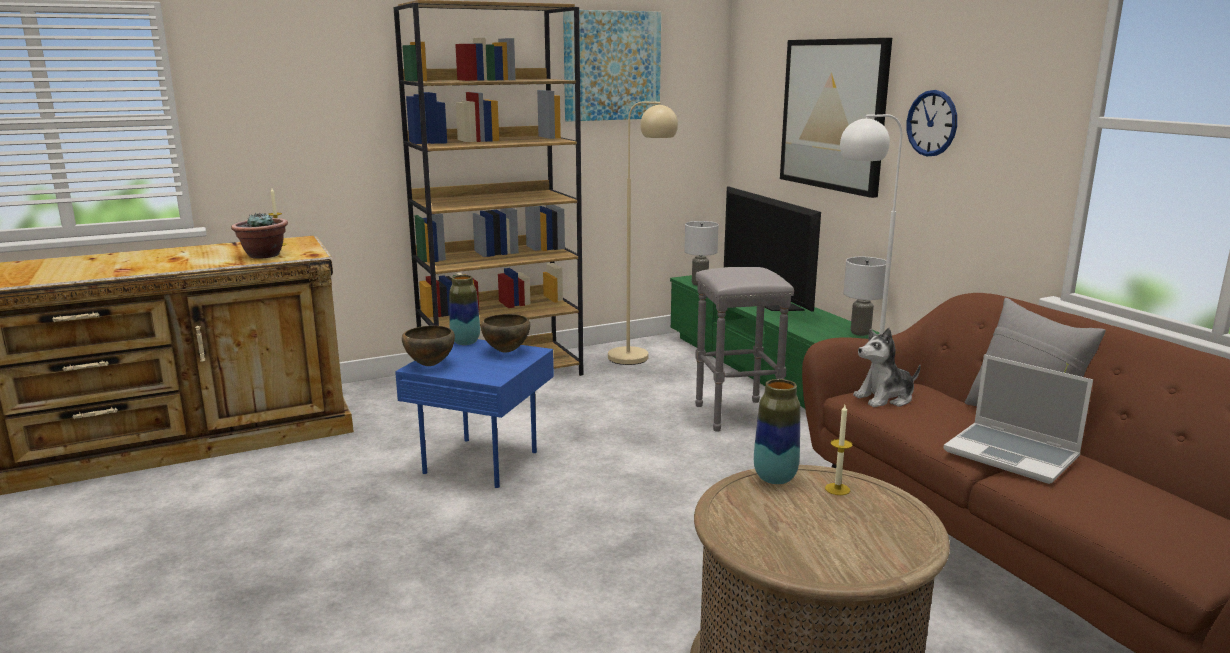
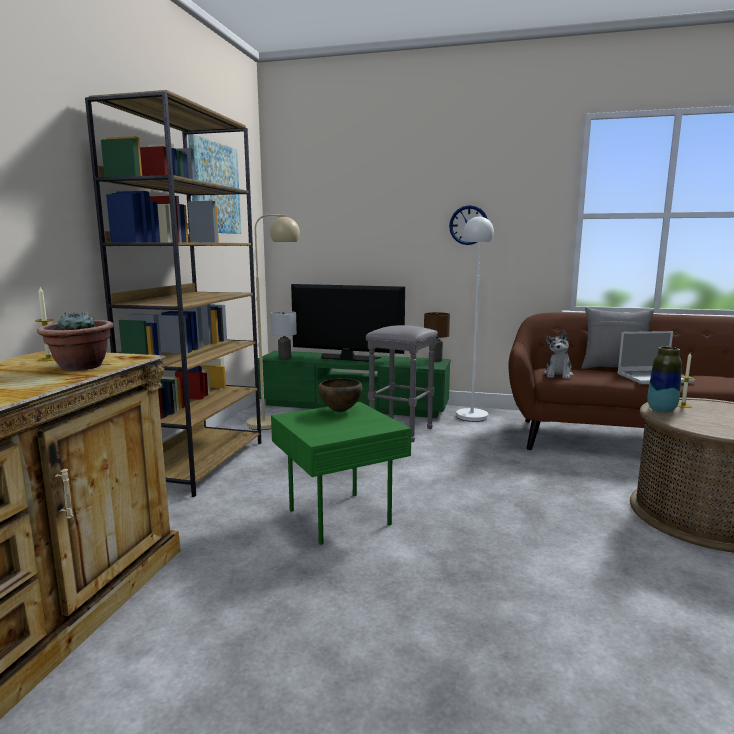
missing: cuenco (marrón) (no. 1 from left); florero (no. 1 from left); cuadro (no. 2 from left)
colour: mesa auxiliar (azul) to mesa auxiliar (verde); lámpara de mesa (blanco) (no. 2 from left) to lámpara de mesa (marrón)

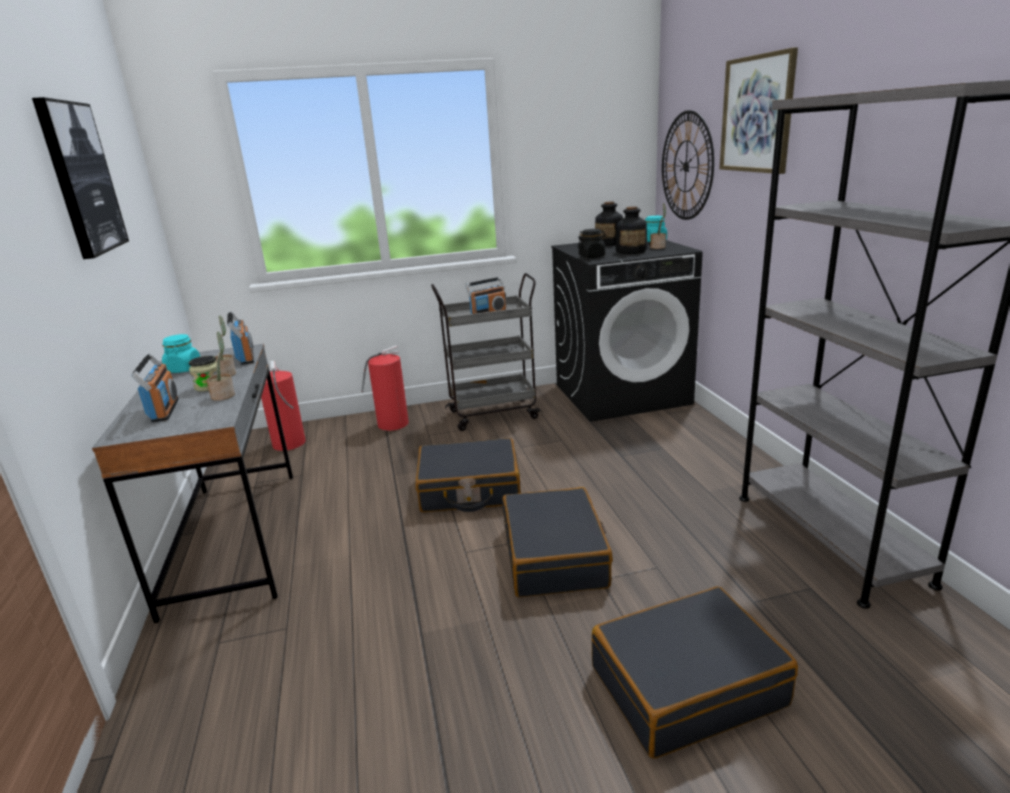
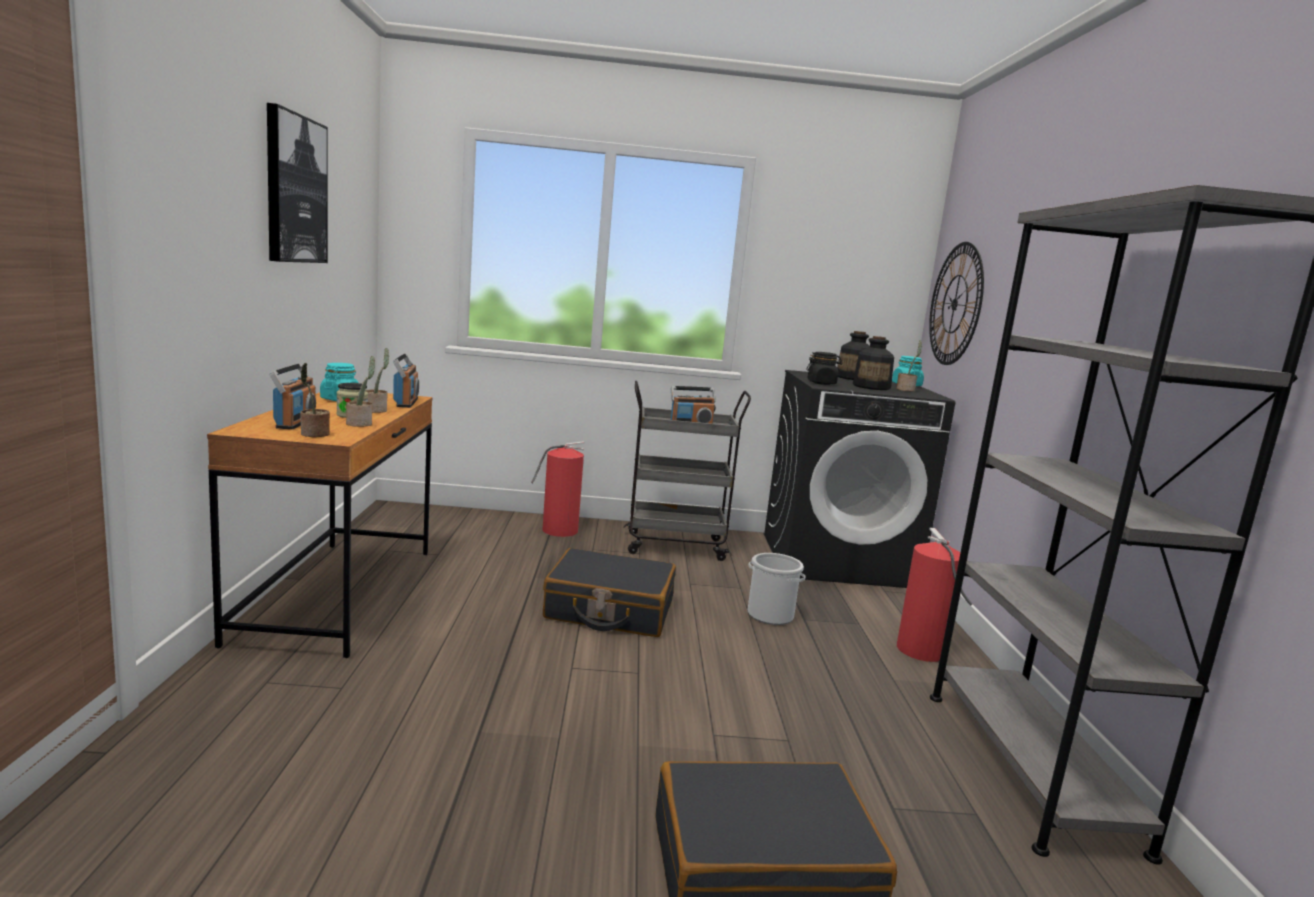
missing: maleta (negro) (no. 2 from left); cuadro (no. 2 from left)
appeared: planta en maceta (no. 1 from left); cubo
relocated: extintor (no. 1 from left in the first image) to extintor (no. 2 from left)
colour: escritorio (gris) to escritorio (marrón)

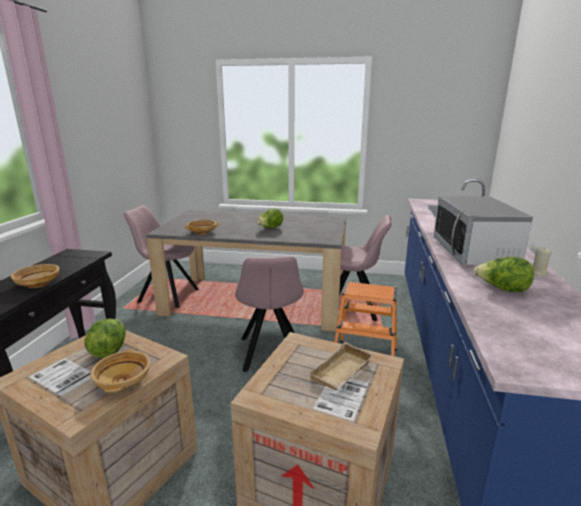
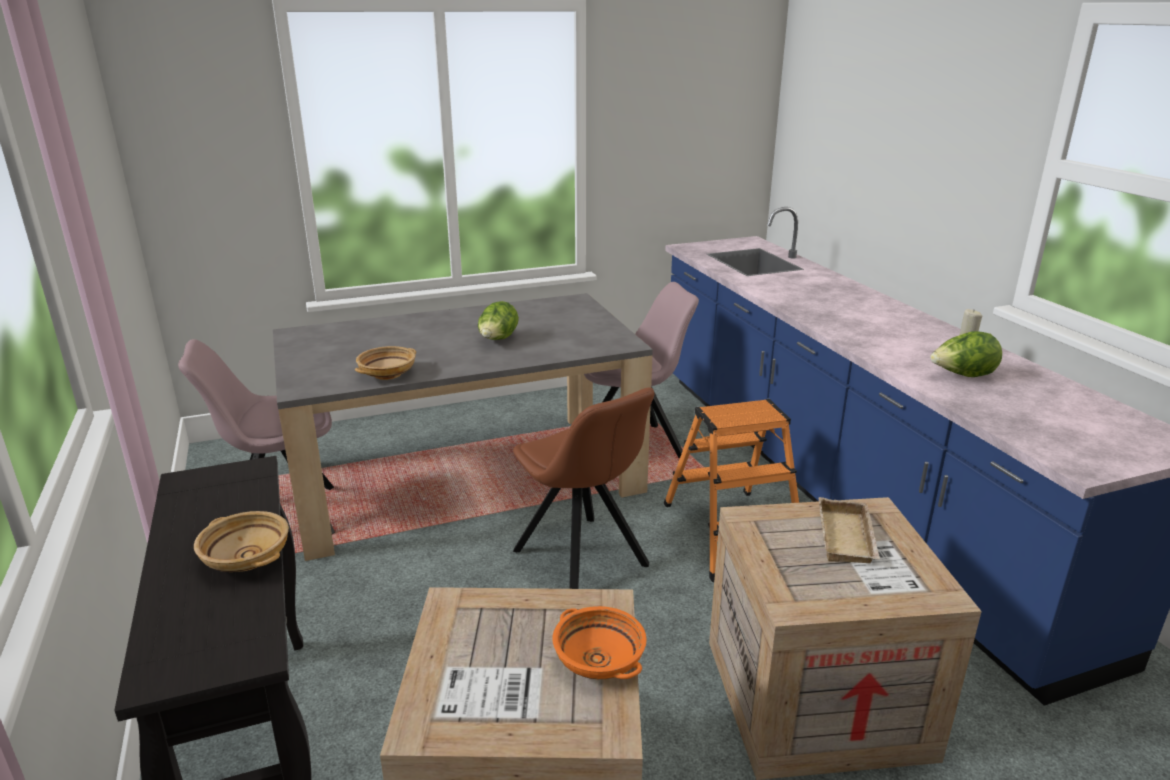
missing: lechuga (no. 1 from left); microondas
colour: silla (rosa) (no. 2 from left) to silla (marrón); cuenco (beis) (no. 2 from left) to cuenco (naranja)

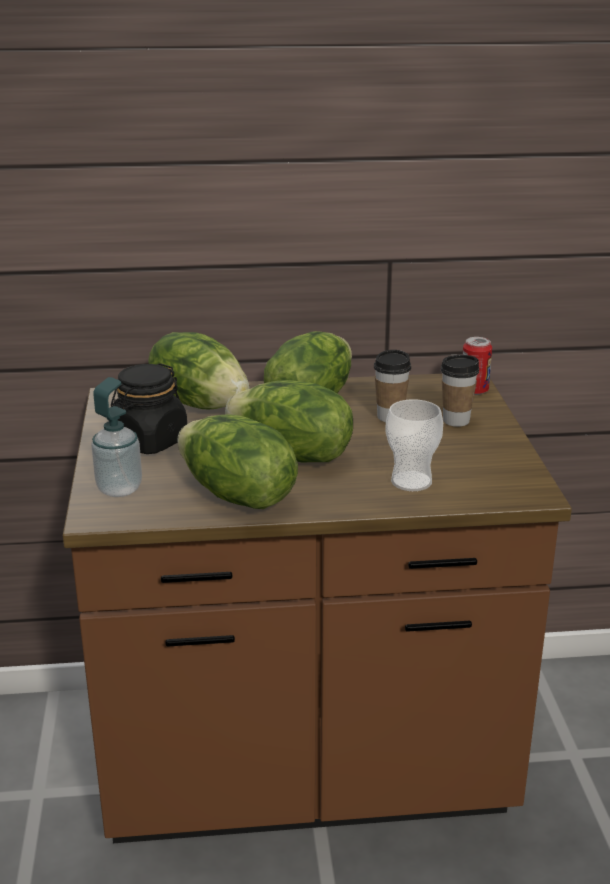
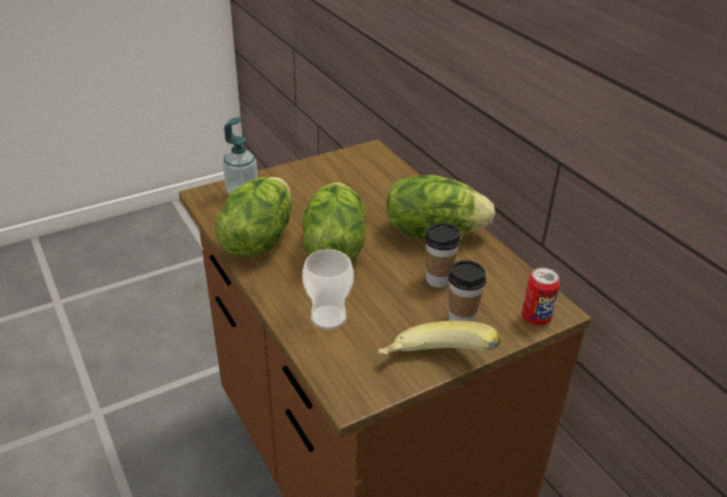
missing: tarro (negro); lechuga (no. 1 from left)
appeared: plátano

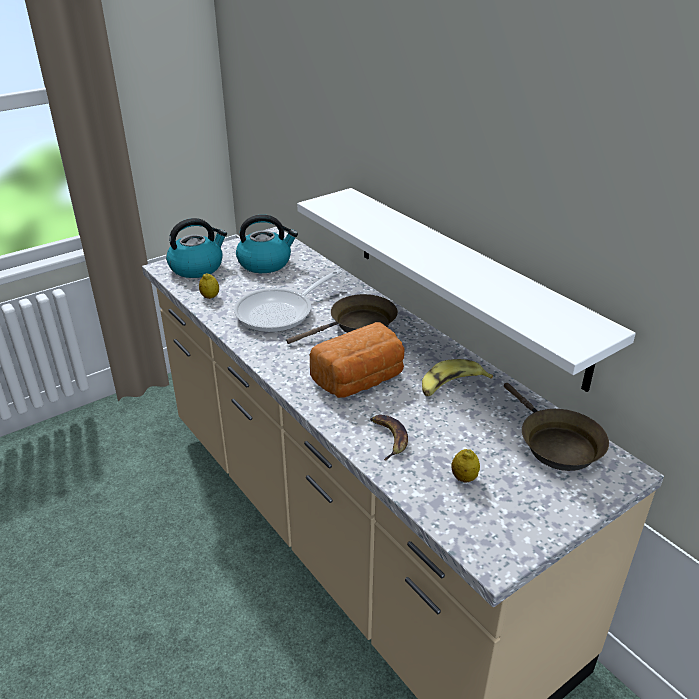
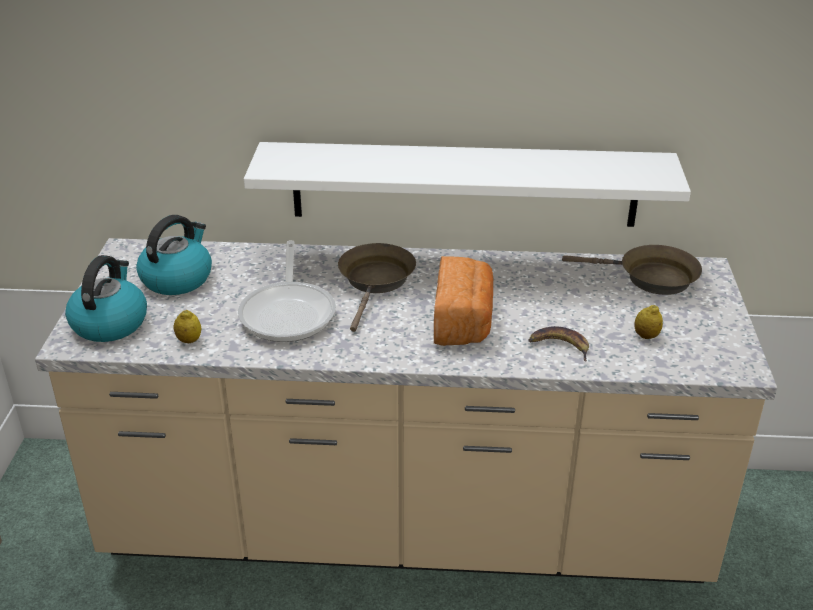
missing: plátano (no. 2 from left)

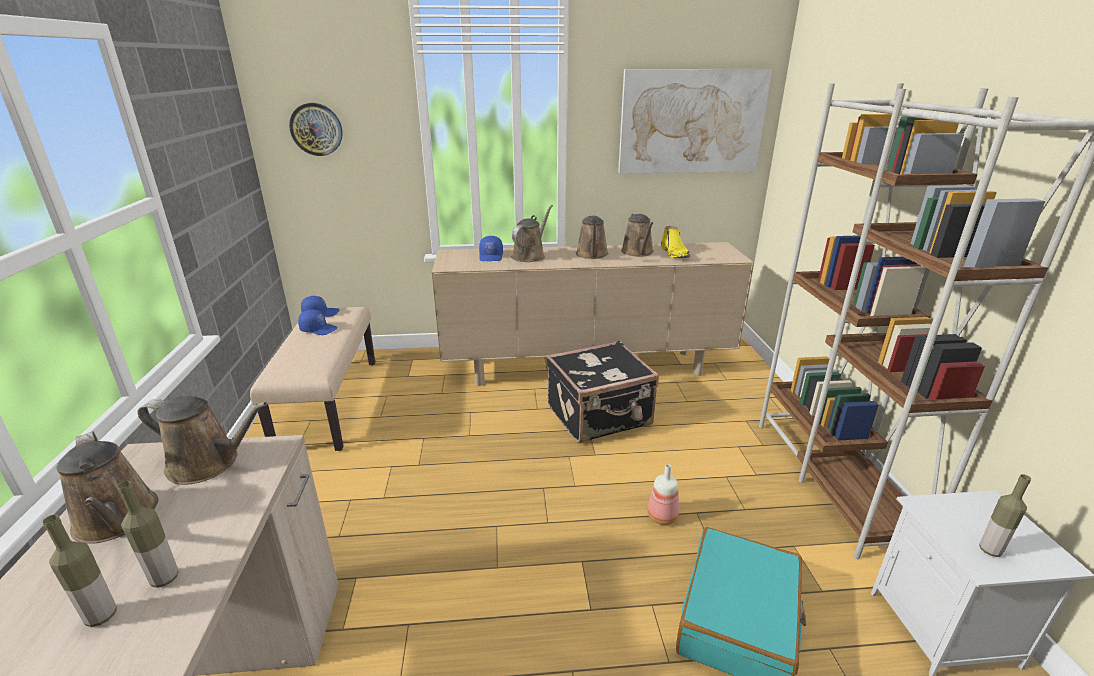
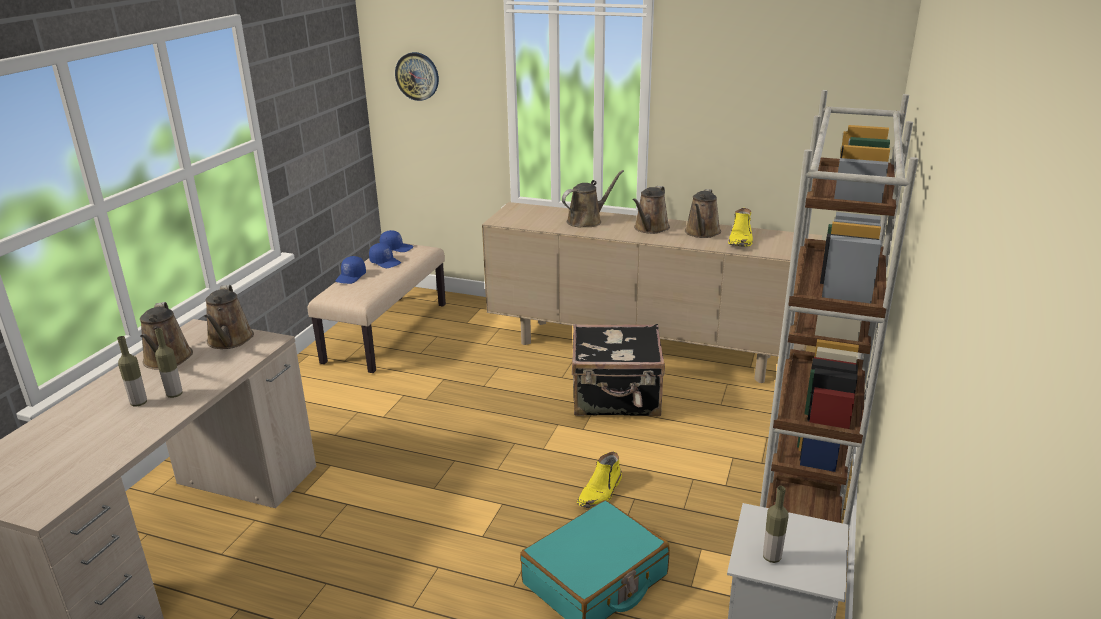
missing: cuadro
relocated: gorra (azul) (no. 3 from left in the first image) to gorra (azul) (no. 1 from left)
exchanged: botella (no. 3 from left) to bota (amarillo) (no. 1 from left)
spun: regadera (marrón) (no. 2 from left) 45 degrees clockwise

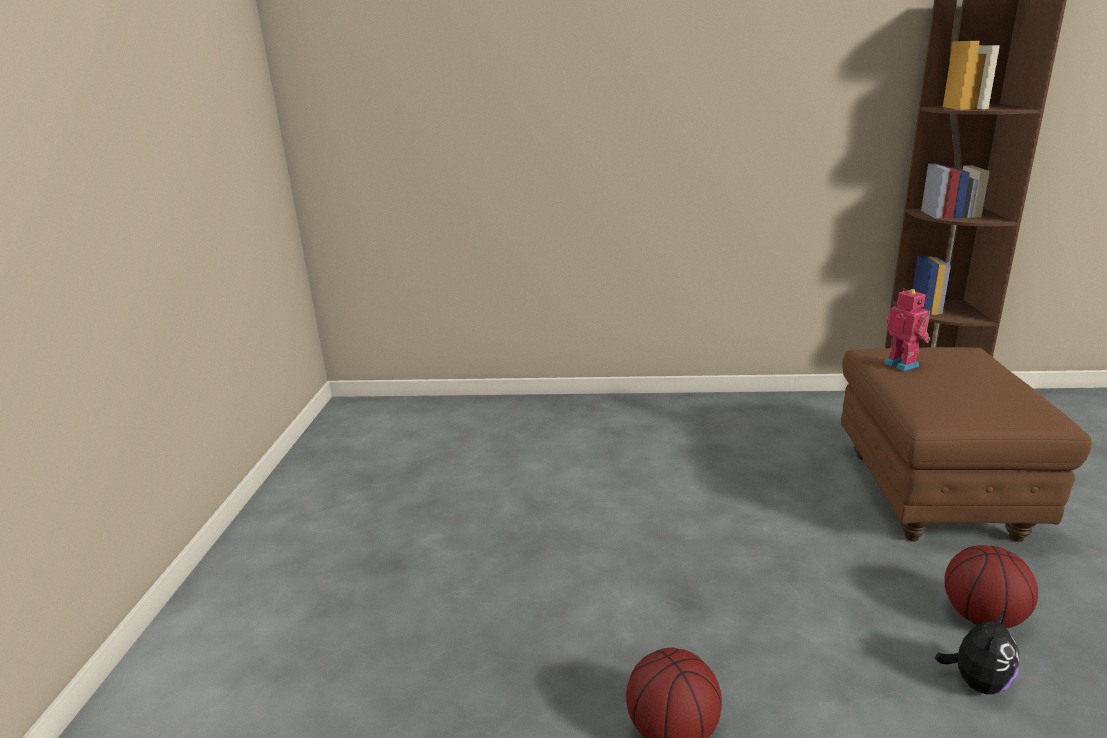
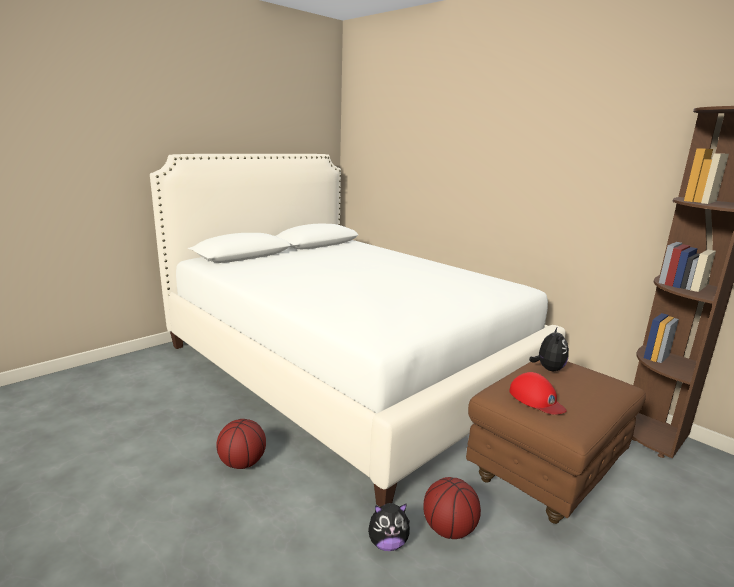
appeared: cama (blanco); gorra (rojo)
exchanged: robot de juguete to peluche (no. 2 from left)

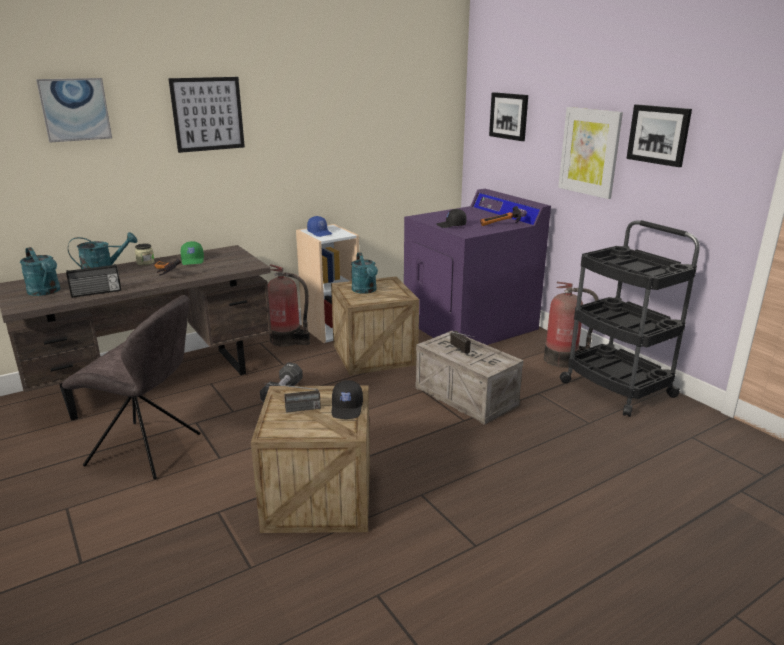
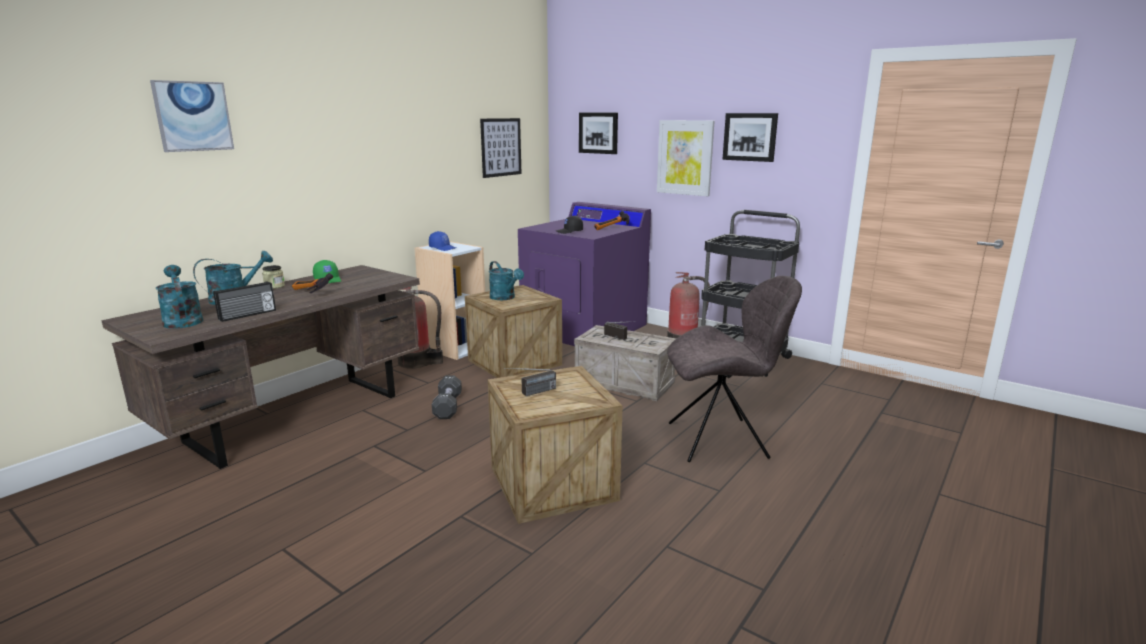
missing: gorra (negro) (no. 1 from left)
relocated: cuadro (no. 2 from left); silla (gris)
spun: regadera (turquesa) (no. 1 from left) 150 degrees counterclockwise

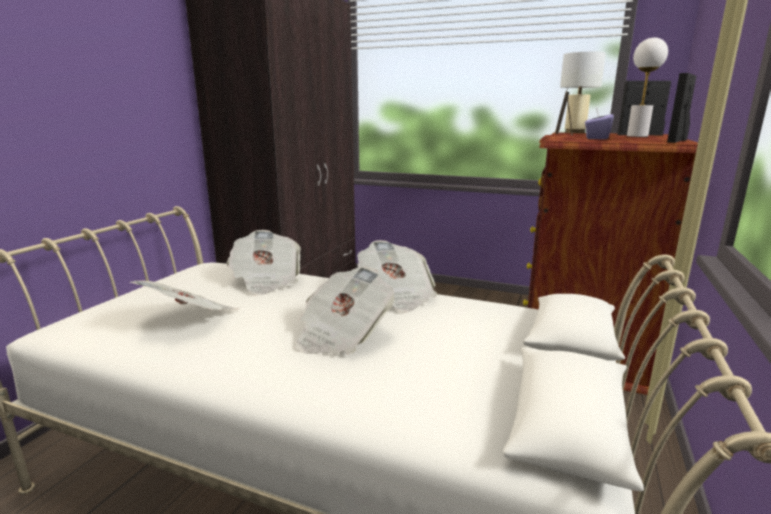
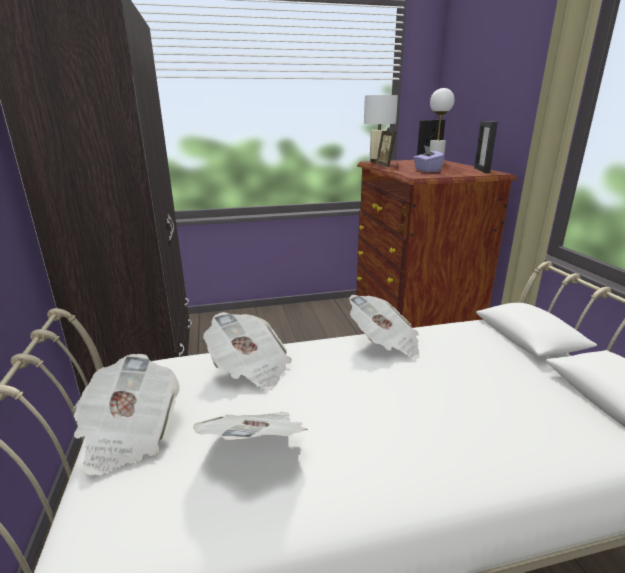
relocated: periódico (no. 3 from left in the first image) to periódico (no. 1 from left)

